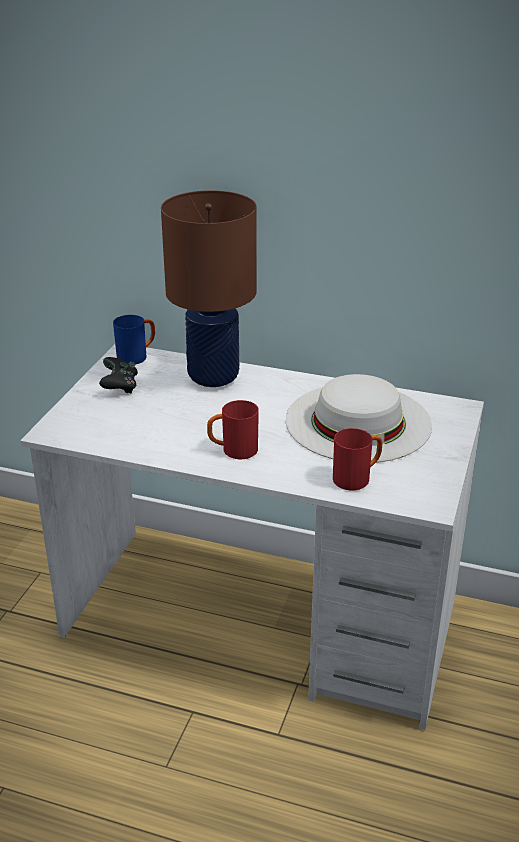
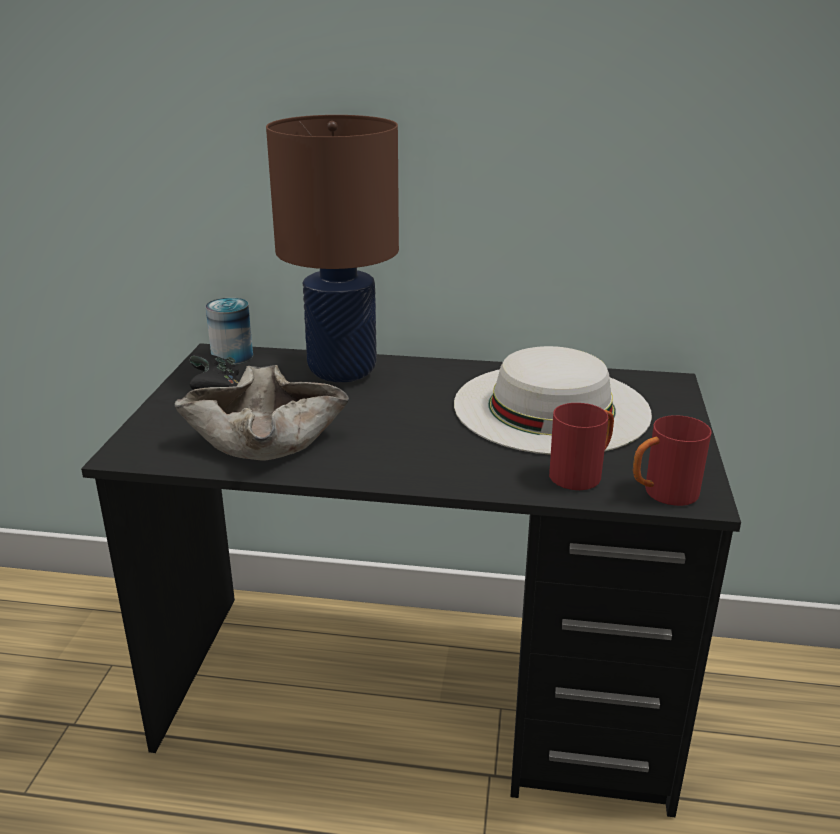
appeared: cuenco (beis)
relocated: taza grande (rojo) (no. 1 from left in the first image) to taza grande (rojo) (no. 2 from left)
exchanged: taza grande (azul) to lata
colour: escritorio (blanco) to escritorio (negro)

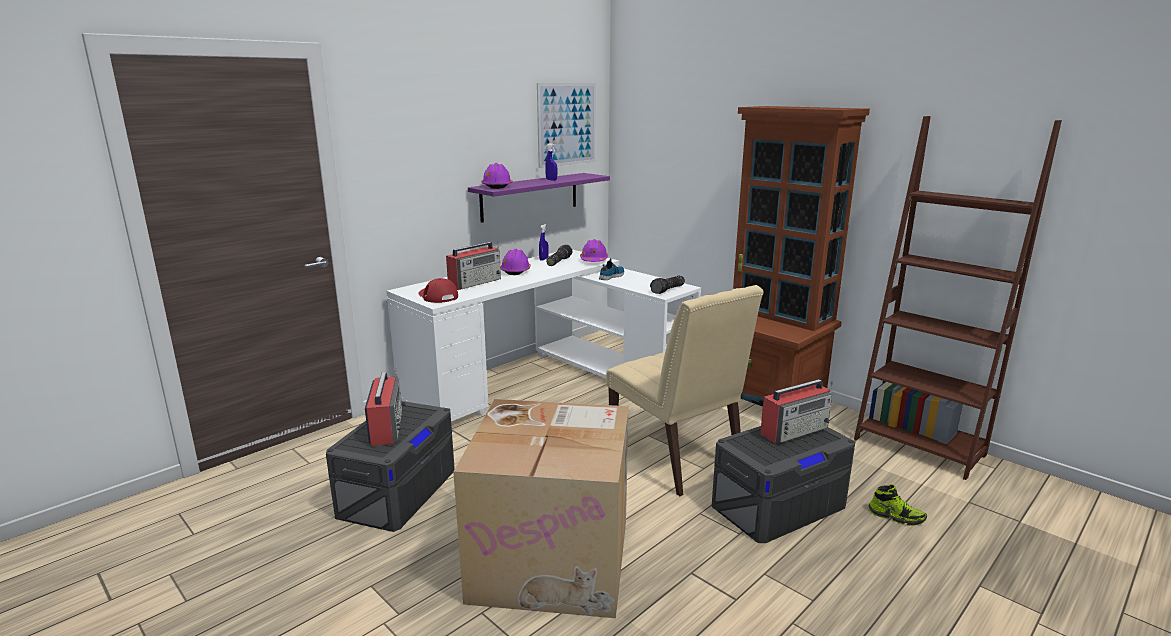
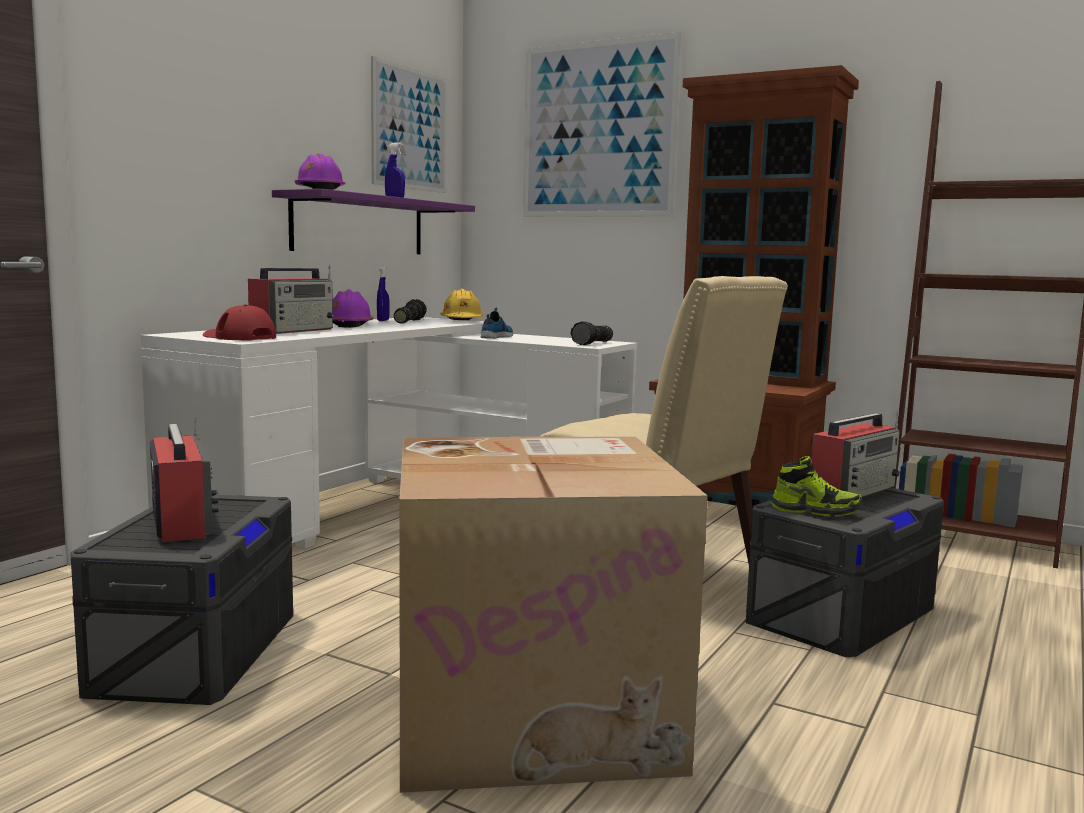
appeared: cuadro (no. 2 from left)
relocated: zapato (no. 2 from left)
colour: casco (morado) (no. 3 from left) to casco (amarillo)

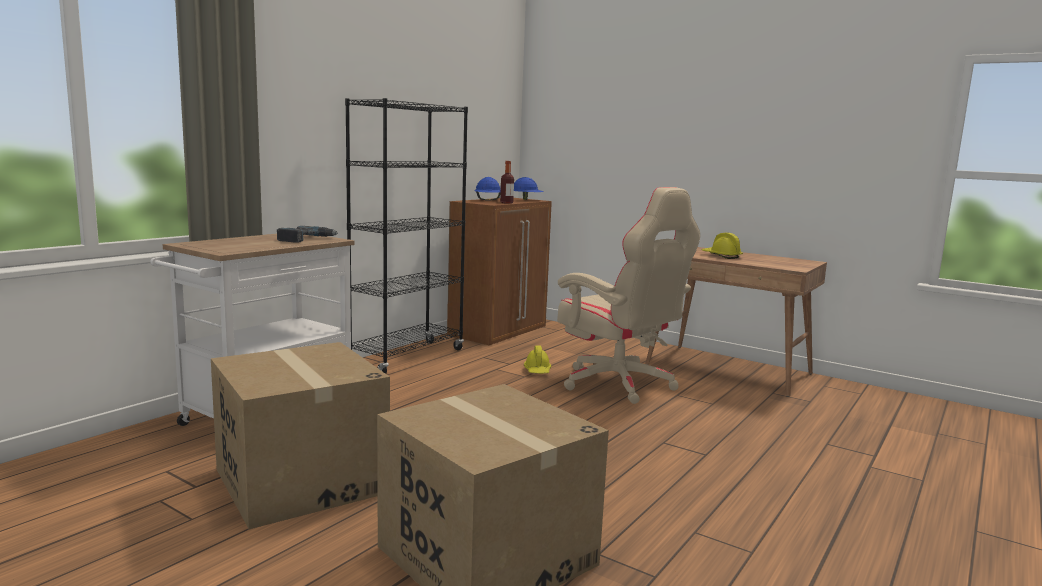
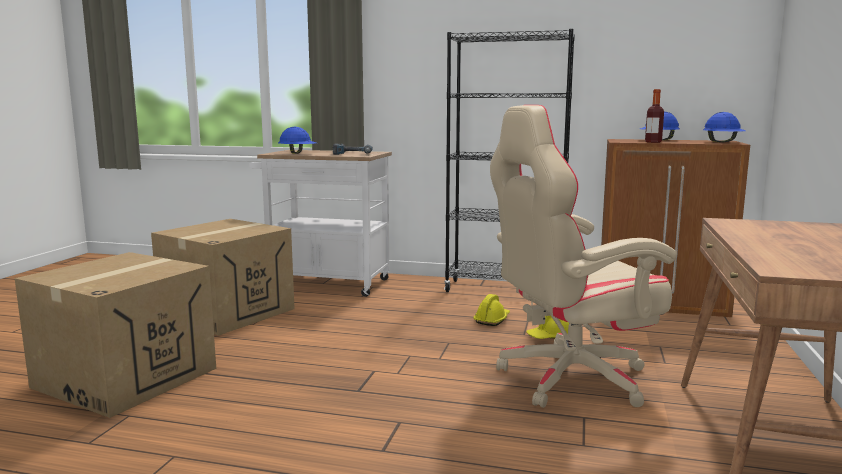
appeared: casco (azul) (no. 1 from left)
relocated: casco (amarillo) (no. 2 from left in the first image) to casco (amarillo) (no. 1 from left)
spun: silla de oficina (beis) 45 degrees clockwise

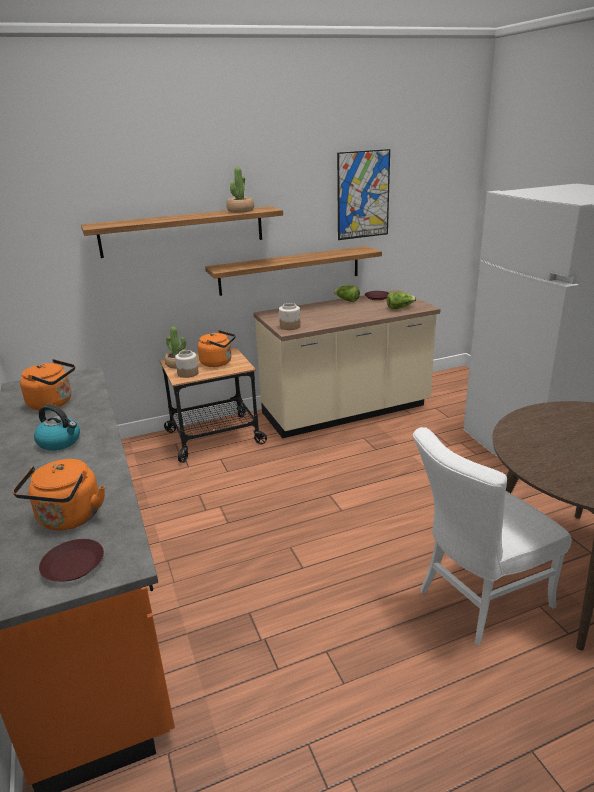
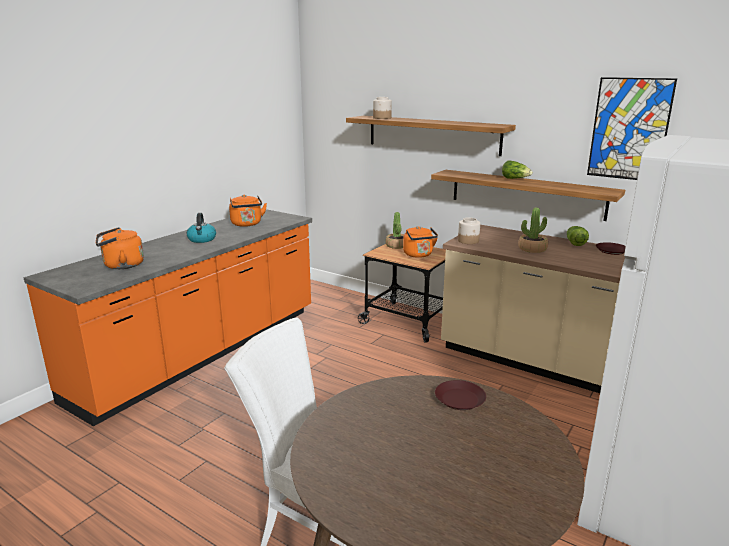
relocated: tarro (no. 1 from left); plato (marrón) (no. 1 from left); lechuga (no. 2 from left in the first image) to lechuga (no. 1 from left); planta en maceta (no. 2 from left)

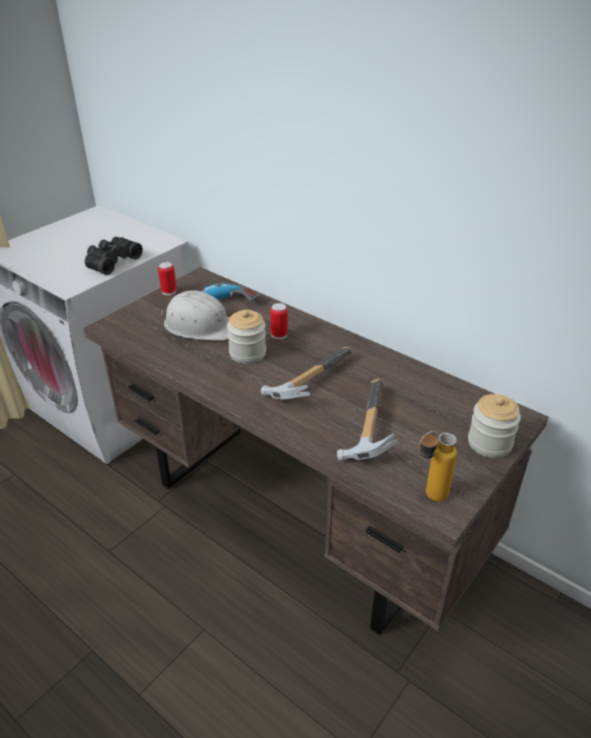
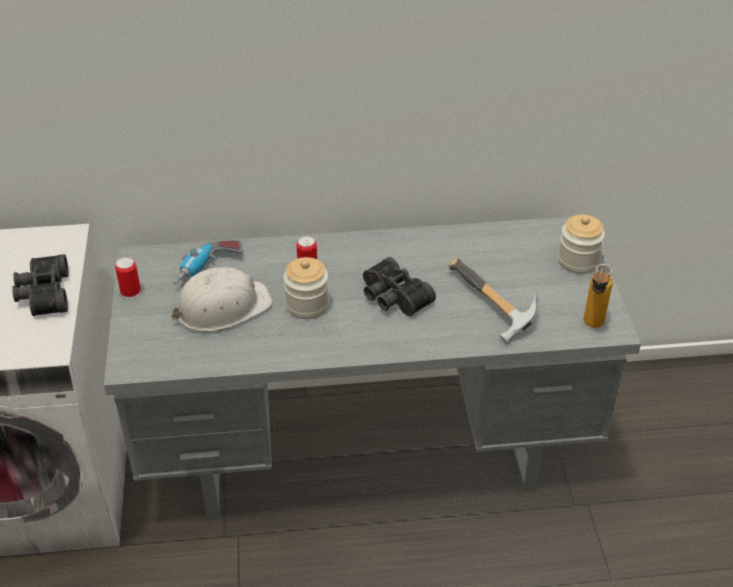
exchanged: martillo (no. 1 from left) to prismáticos (negro) (no. 2 from left)
colour: escritorio (marrón) to escritorio (gris)

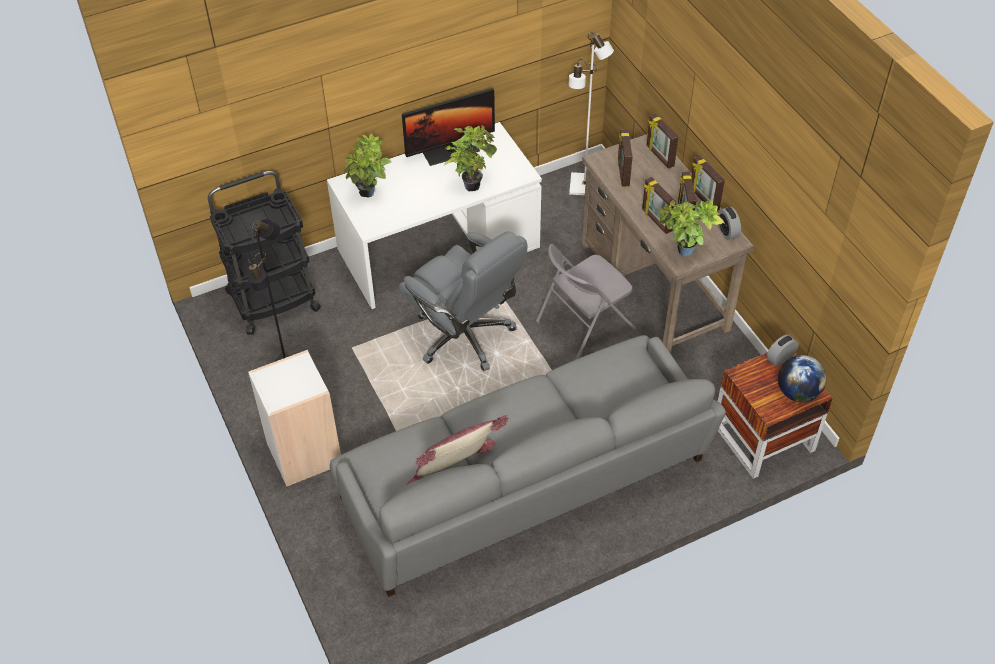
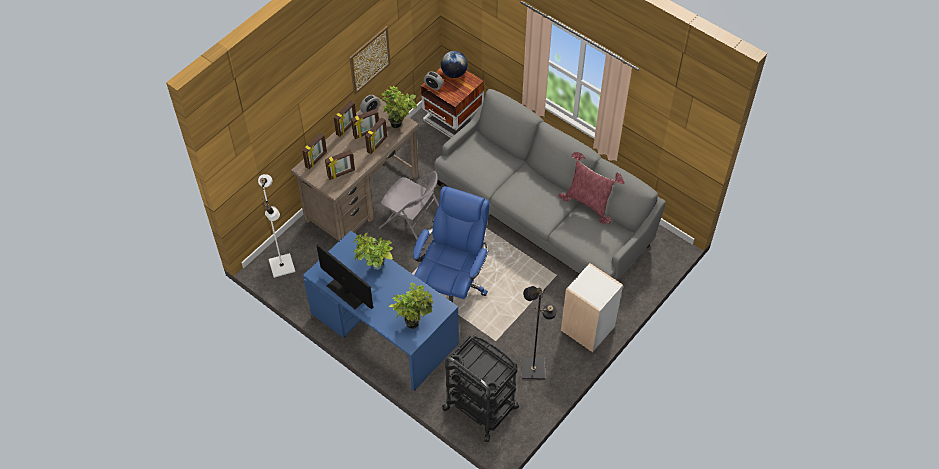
appeared: cuadro
colour: escritorio (blanco) to escritorio (azul); silla de oficina (gris) to silla de oficina (azul)

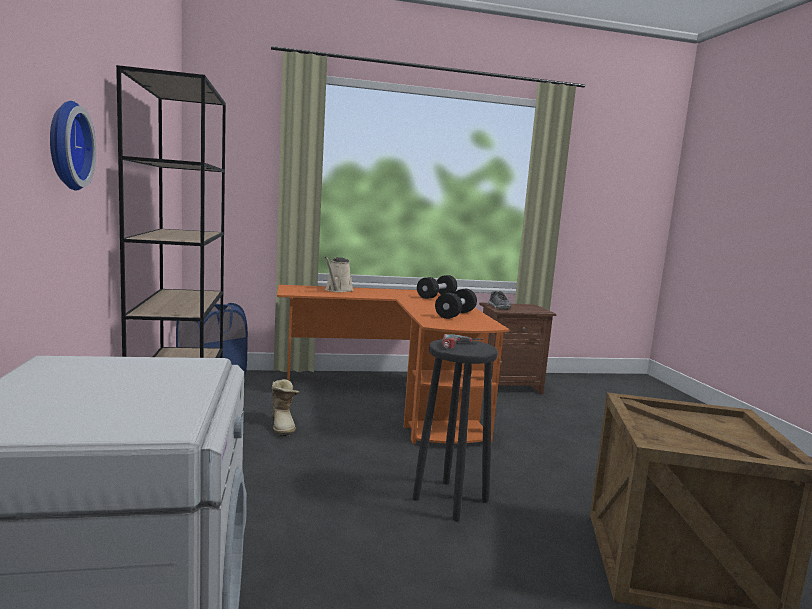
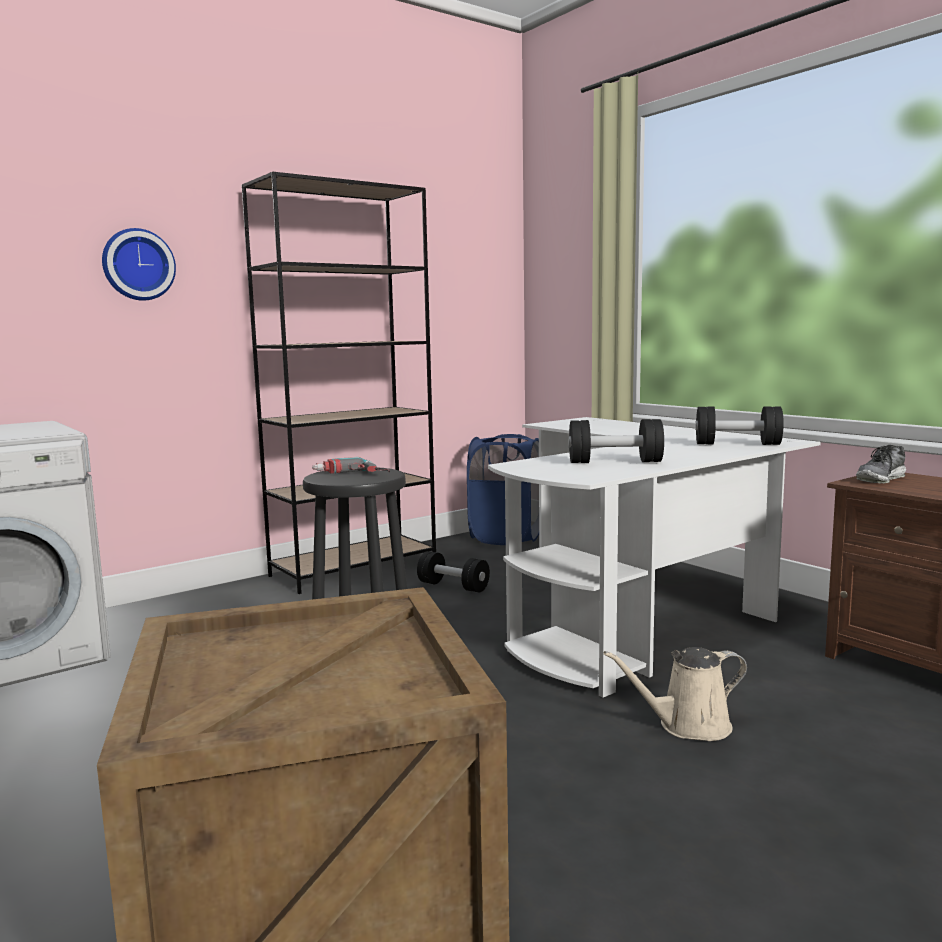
relocated: regadera (beis)
exchanged: bota to mancuerna (negro) (no. 1 from left)
colour: escritorio (naranja) to escritorio (blanco)

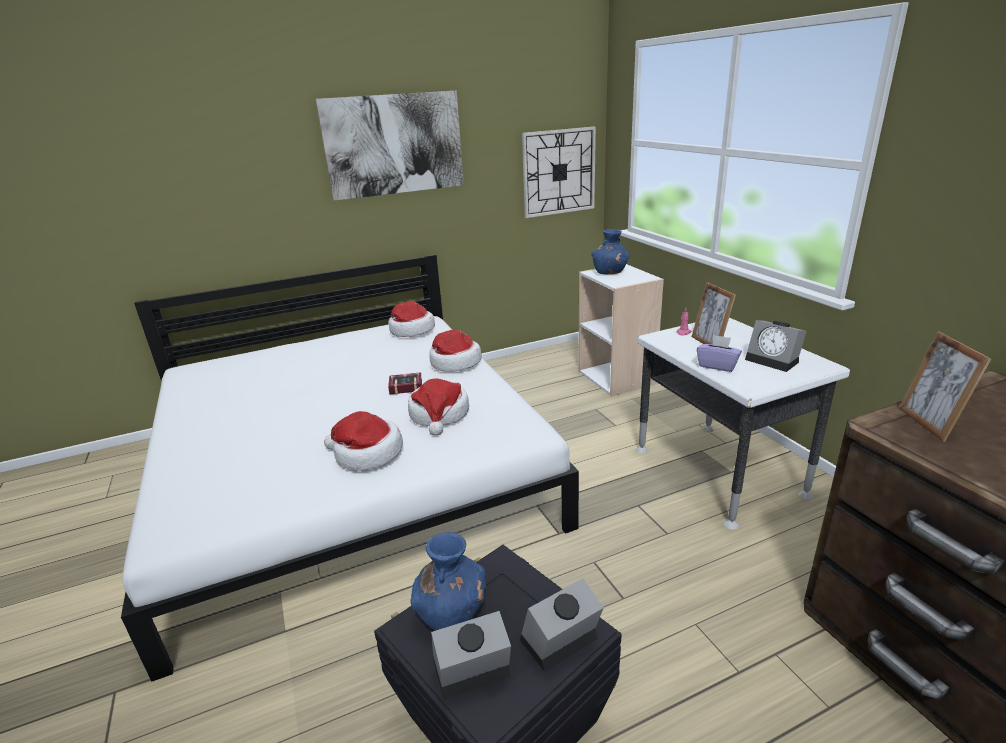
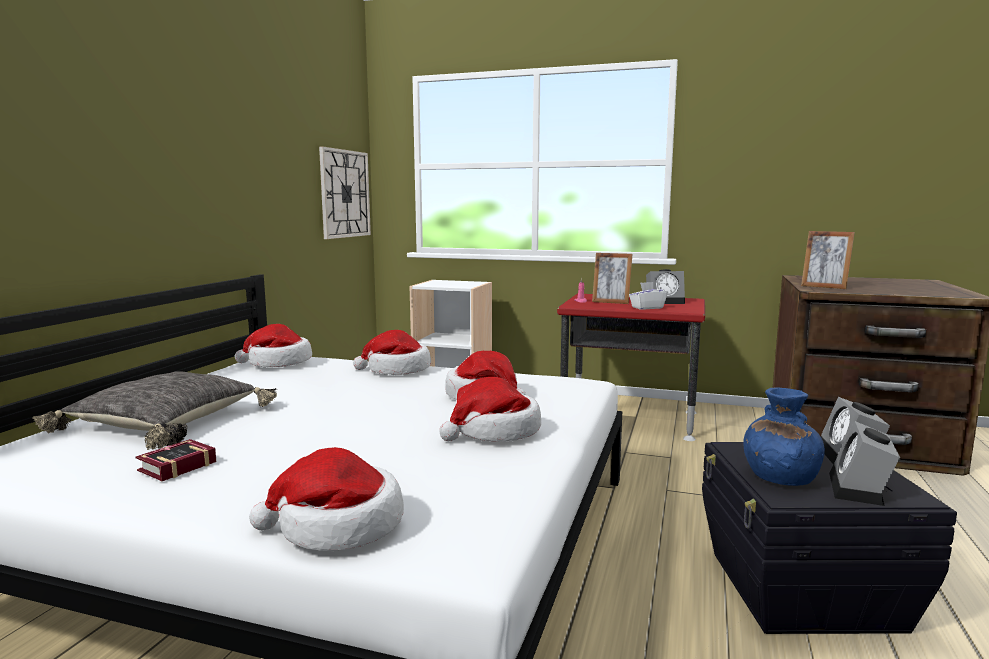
missing: cuadro; florero (azul) (no. 2 from left)
appeared: cojín; sombrero (no. 2 from left)
relocated: libro
colour: escritorio (blanco) to escritorio (rojo); caja de pañuelos (morado) to caja de pañuelos (blanco)

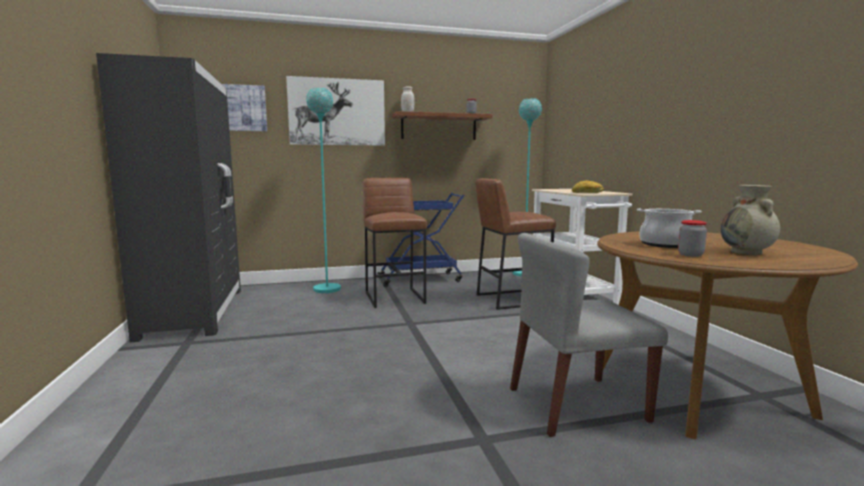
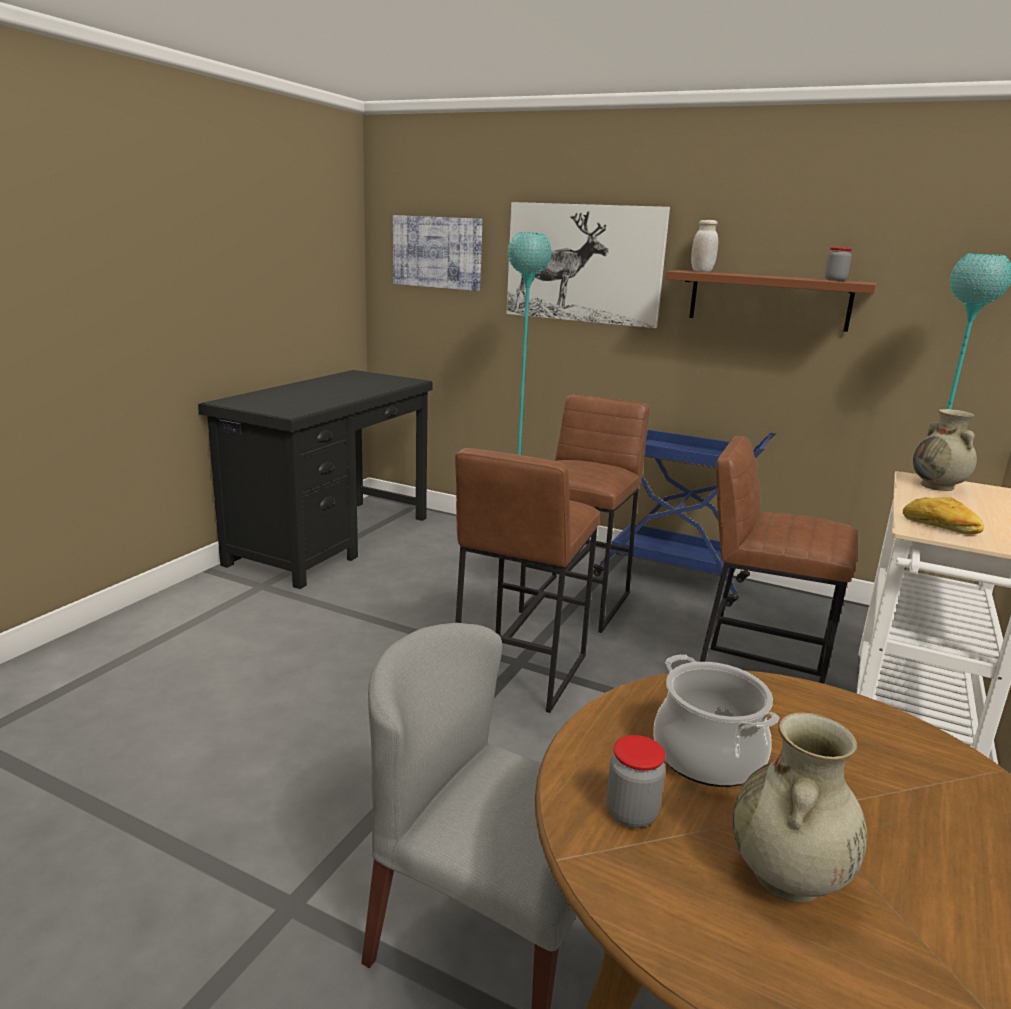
appeared: taburete (marrón) (no. 1 from left); florero (beis) (no. 2 from left)
exchanged: armario (negro) to escritorio (negro)

